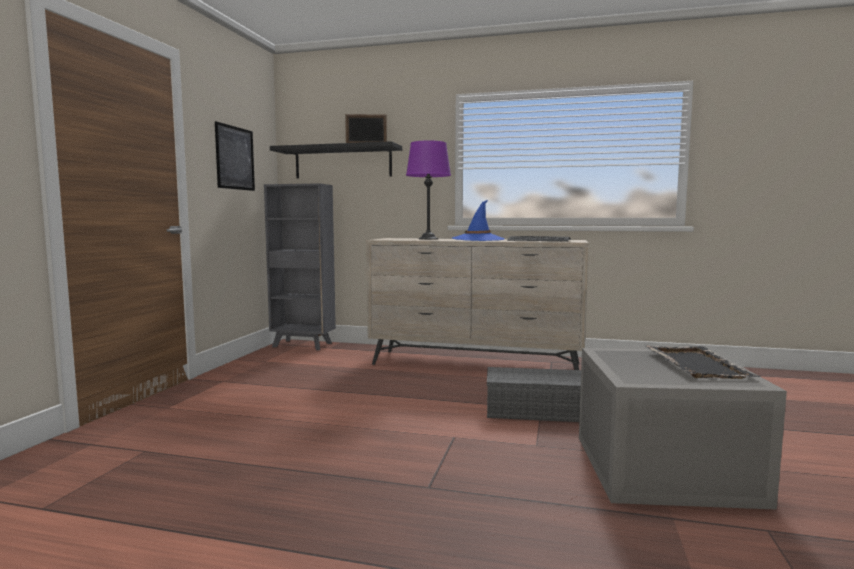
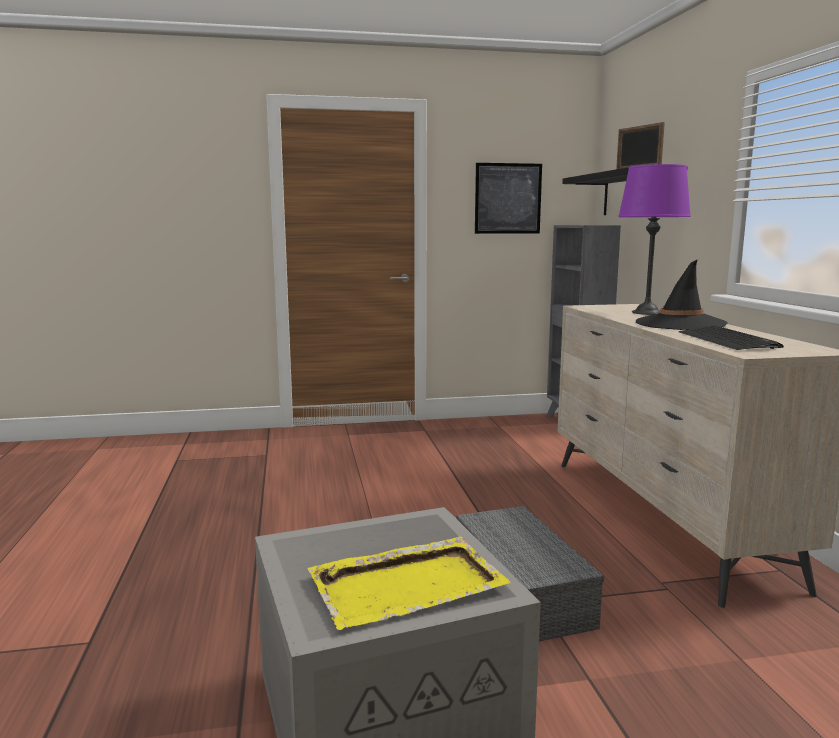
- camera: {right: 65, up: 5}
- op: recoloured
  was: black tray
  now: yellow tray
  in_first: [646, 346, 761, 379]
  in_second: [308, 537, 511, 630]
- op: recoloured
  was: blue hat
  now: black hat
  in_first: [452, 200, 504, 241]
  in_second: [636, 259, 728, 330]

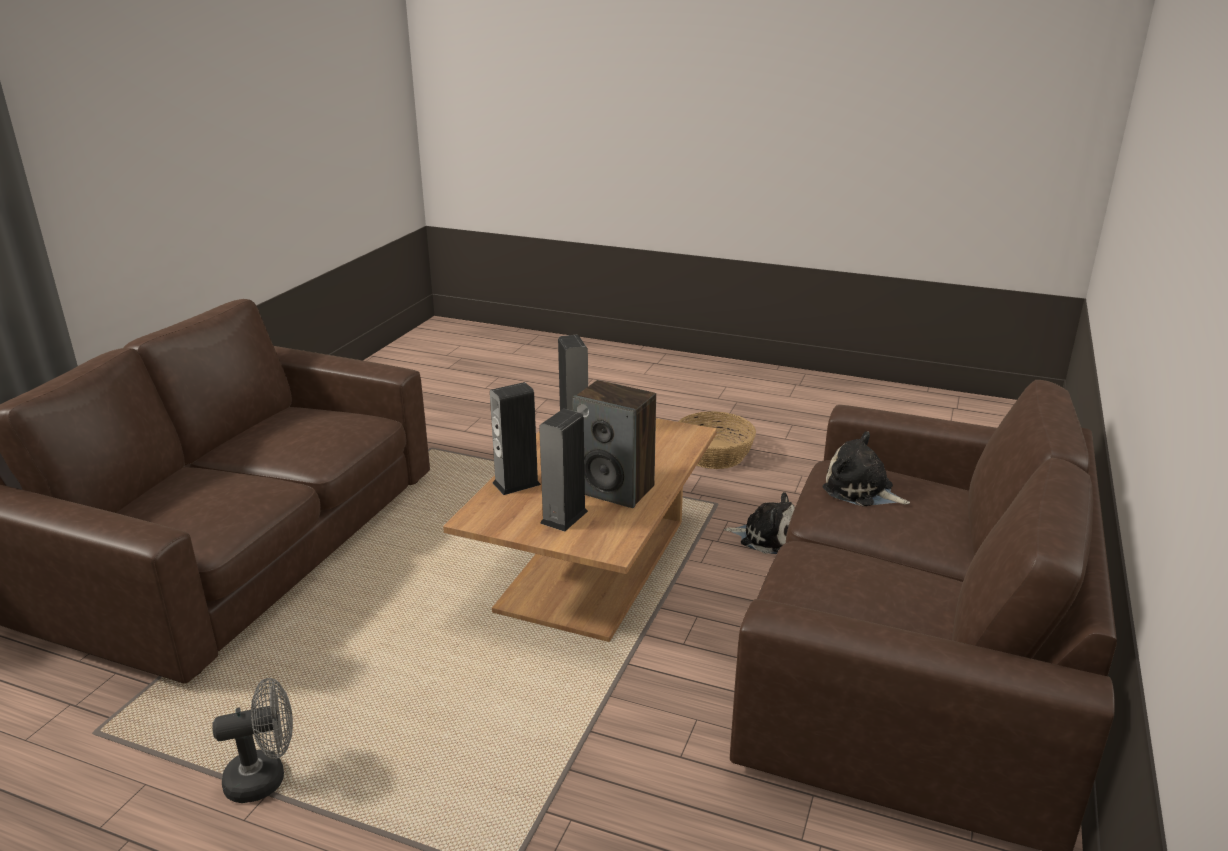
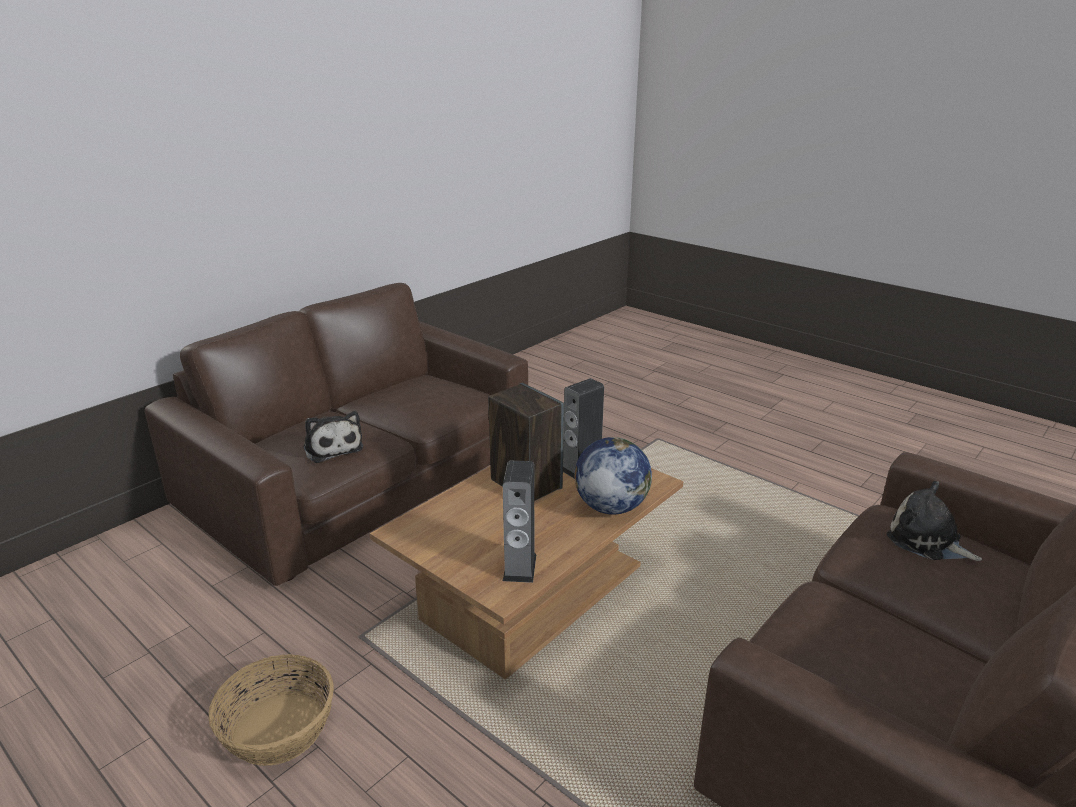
- camera: {right: -160, up: 0}
- op: replaced
  was: speaker
  now: globe
  in_first: [490, 382, 541, 495]
  in_second: [574, 437, 652, 515]
- op: moved
  was: plush toy
  in_first: [724, 492, 795, 554]
  in_second: [887, 481, 982, 561]
- op: removed
  was: grey fan
  in_first: [212, 678, 293, 803]

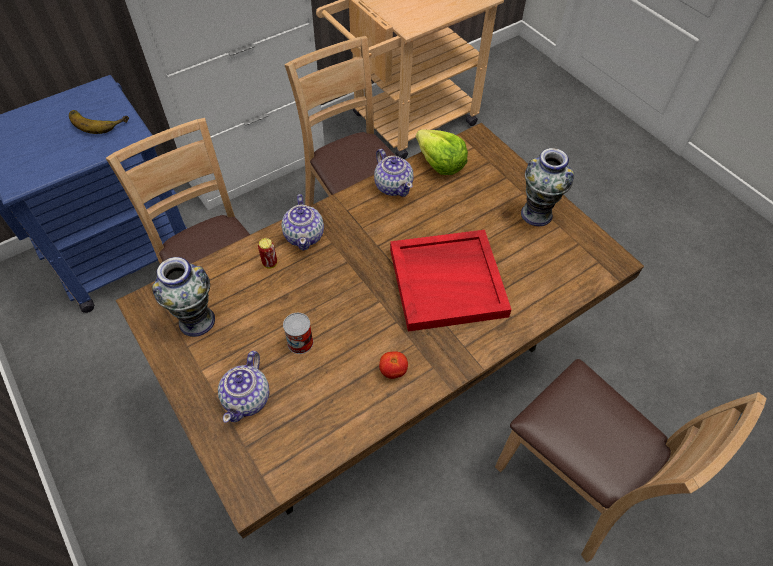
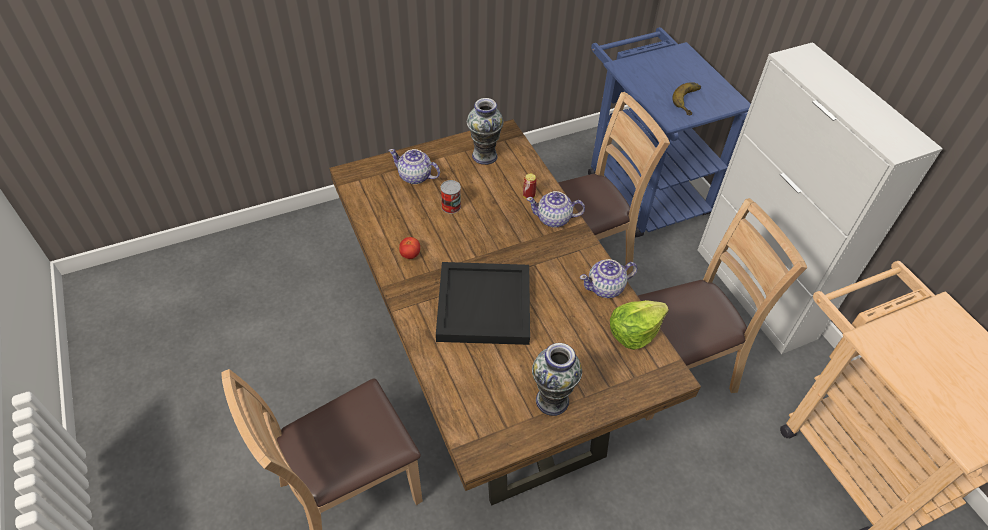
- camera: {right: 100, up: -5}
- op: recoloured
  was: red tray
  now: black tray
  in_first: [390, 230, 512, 332]
  in_second: [436, 262, 530, 345]

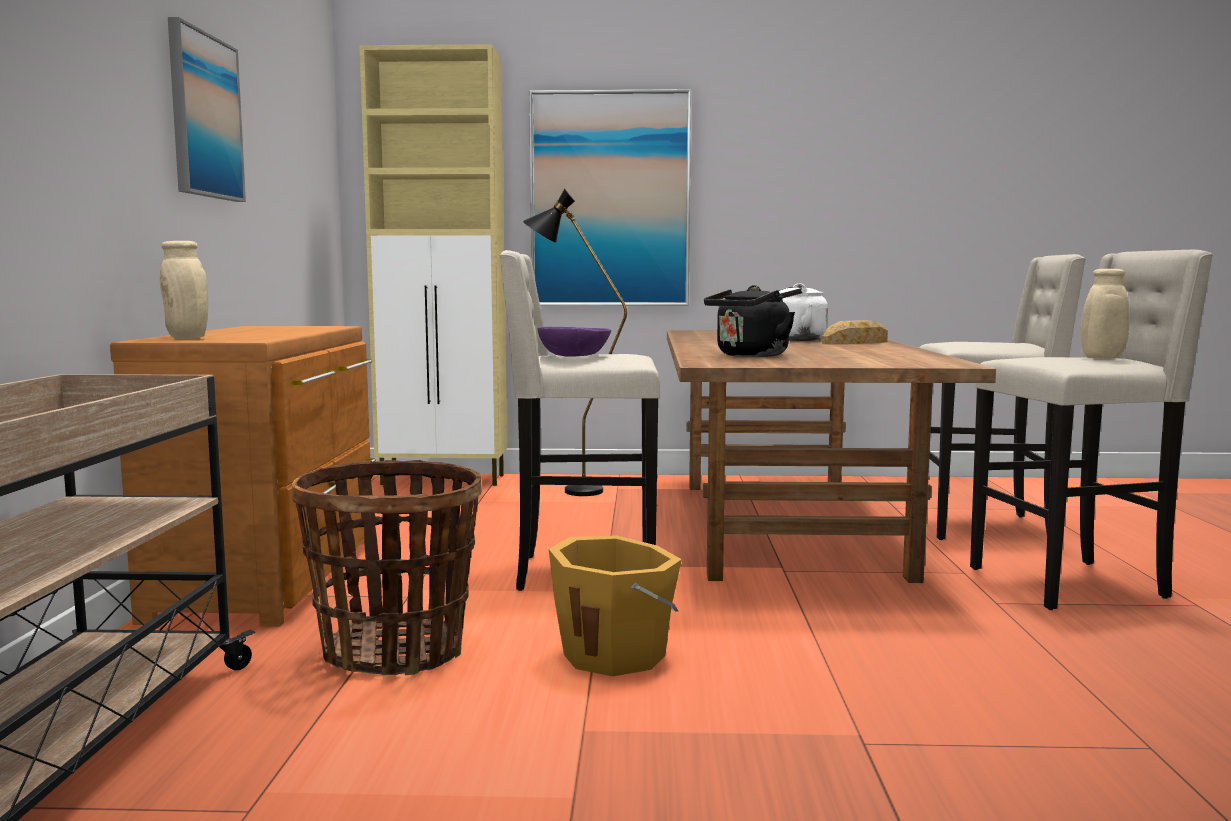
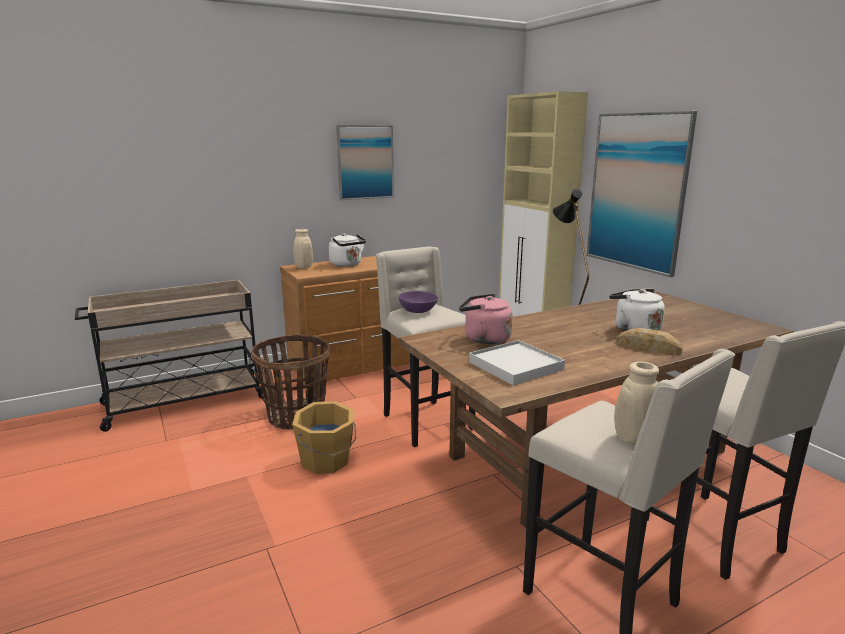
- camera: {right: 60, up: 10}
- op: added
  now: white kettle
  in_second: [329, 233, 366, 267]
- op: recoloured
  was: black kettle
  now: pink kettle
  in_first: [704, 285, 795, 357]
  in_second: [459, 294, 512, 344]
- op: added
  now: white tray
  in_second: [469, 340, 565, 385]

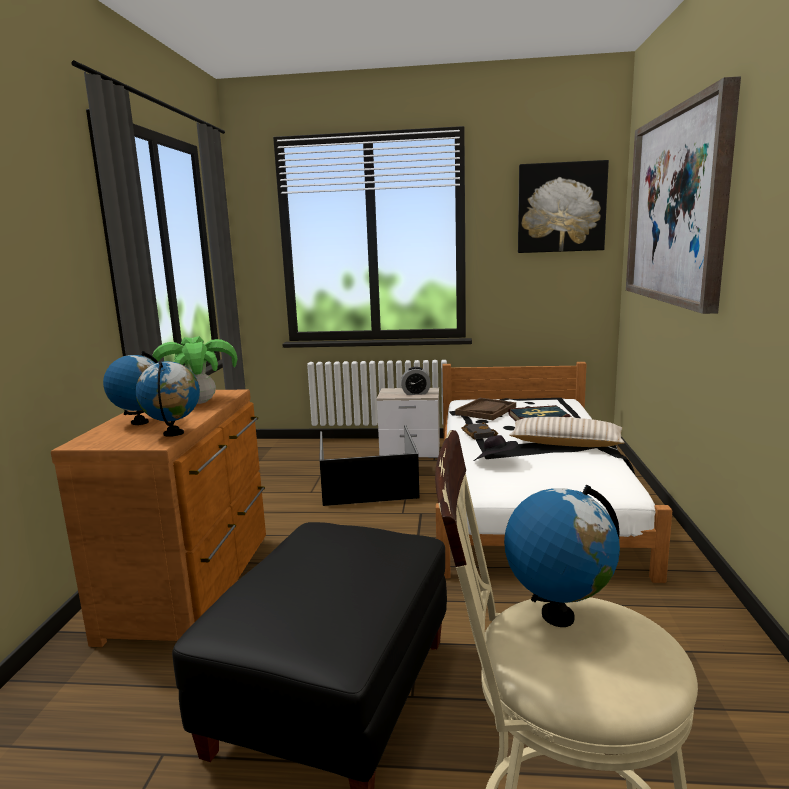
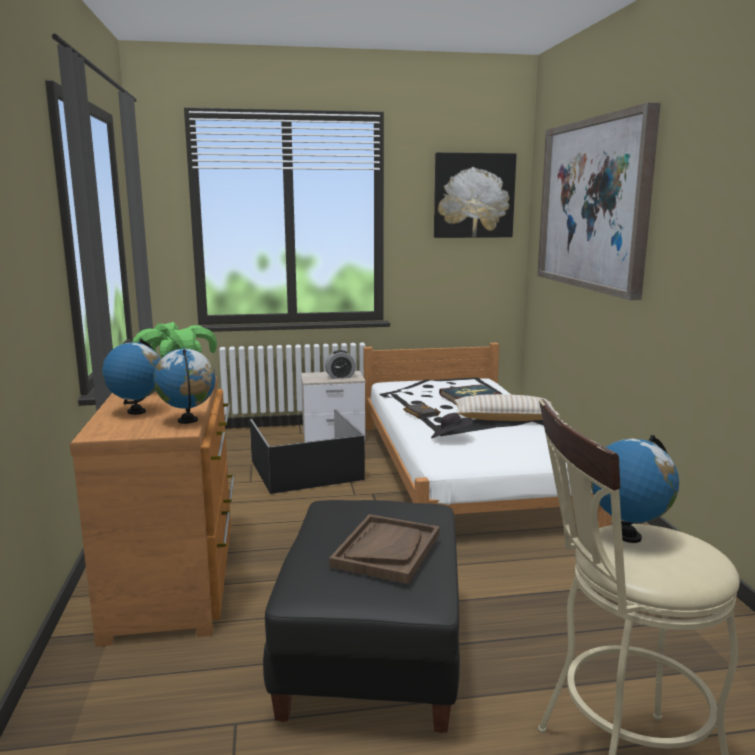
- camera: {right: -15, up: 0}
- op: moved
  was: brown tray
  in_first: [455, 398, 516, 420]
  in_second: [329, 514, 440, 584]

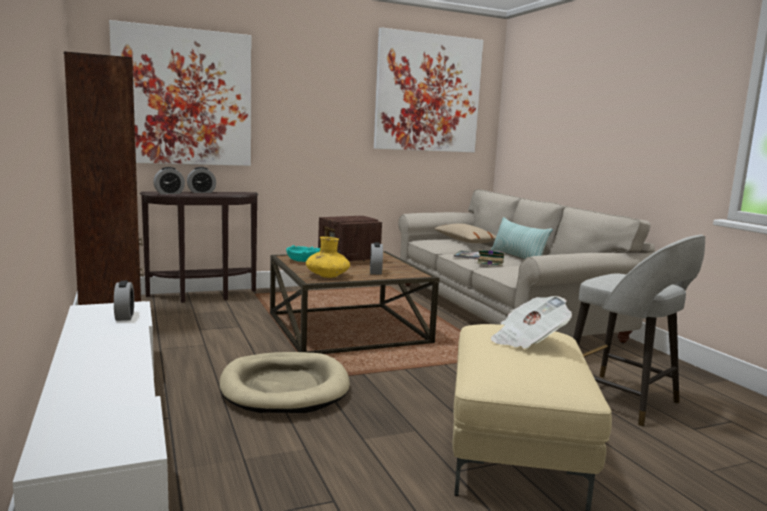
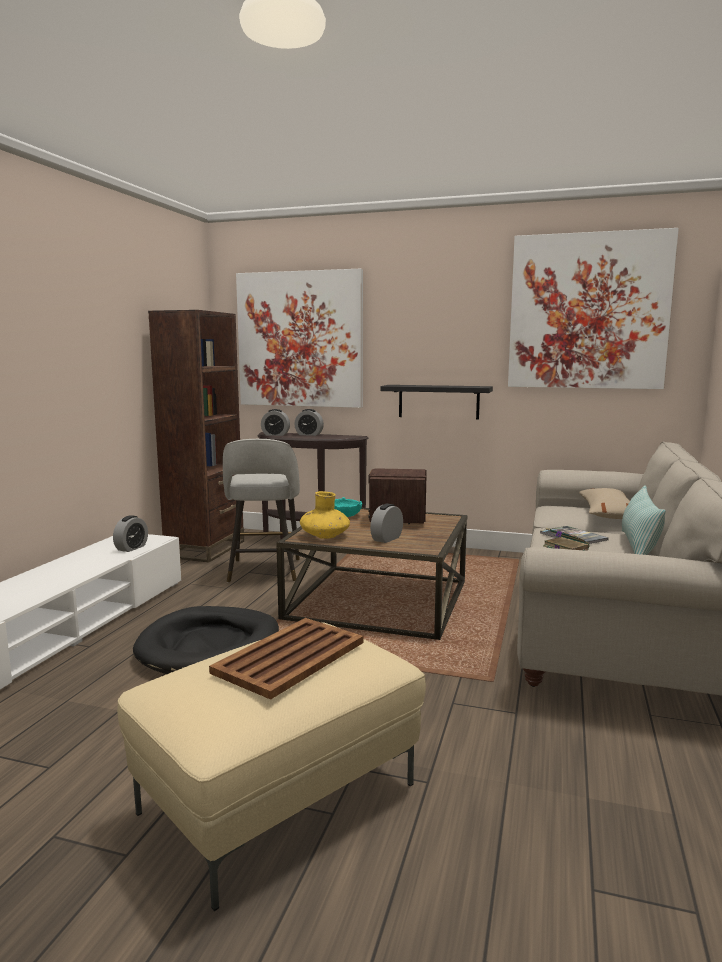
- camera: {right: 40, up: 0}
- op: recoloured
  was: beige dog bed
  now: black dog bed
  in_first: [219, 352, 350, 413]
  in_second: [133, 606, 279, 674]
- op: replaced
  was: newspaper
  now: brown tray
  in_first: [491, 296, 572, 349]
  in_second: [209, 618, 363, 700]
- op: moved
  was: grey stool
  in_first: [573, 235, 705, 427]
  in_second: [223, 439, 300, 583]
- op: added
  now: black shelf
  in_second: [380, 385, 493, 420]

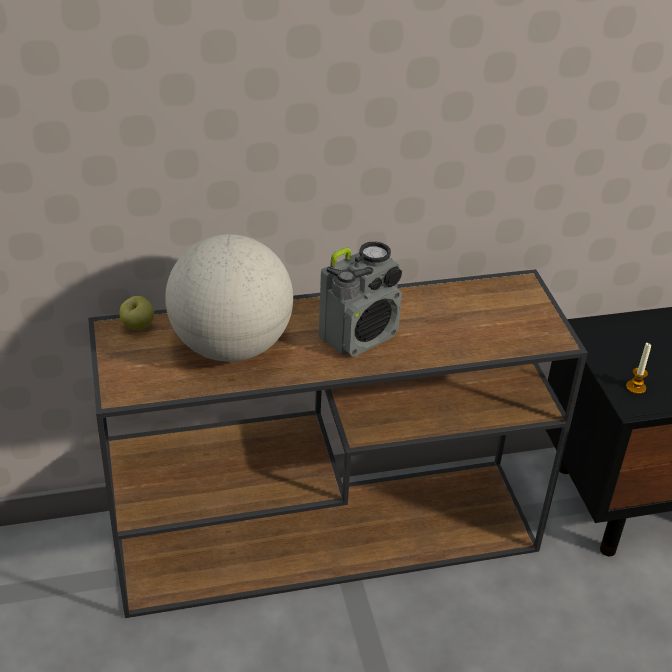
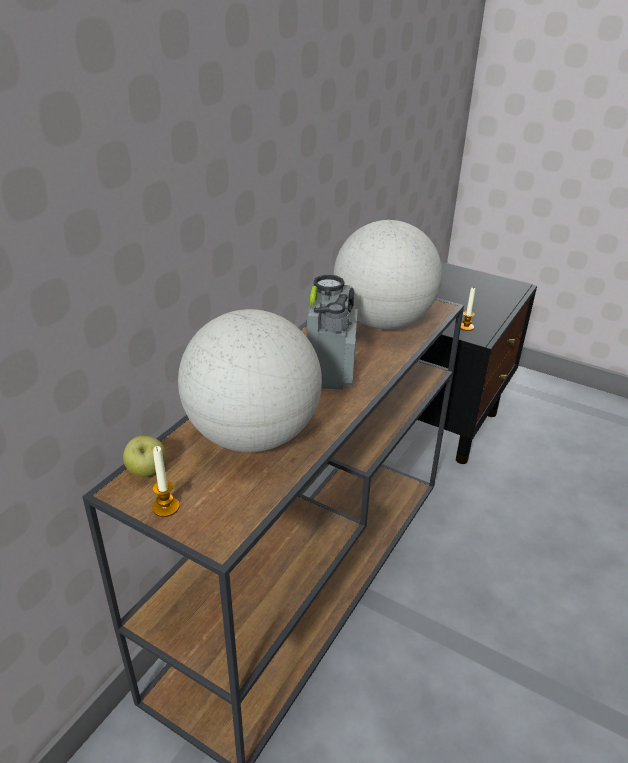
- camera: {right: -45, up: -5}
- op: added
  now: candle
  in_second: [152, 446, 180, 517]
- op: added
  now: globe
  in_second: [334, 220, 442, 329]

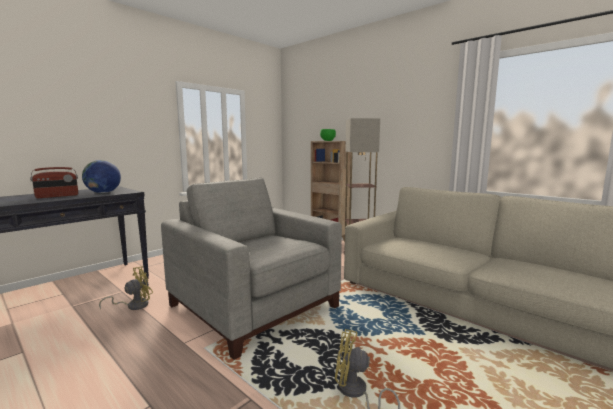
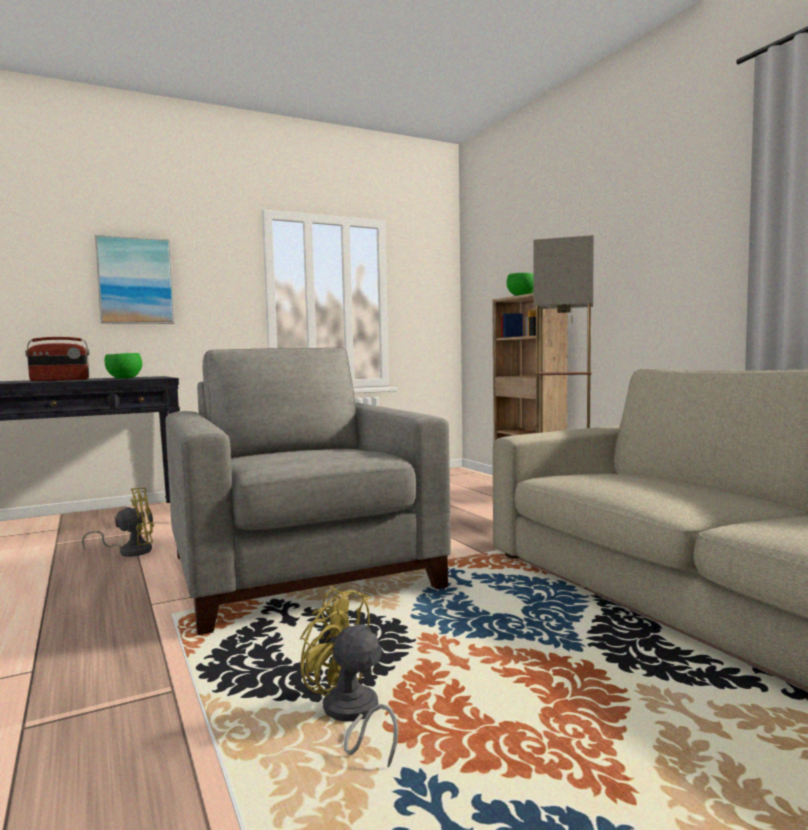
- camera: {right: 20, up: -5}
- op: added
  now: picture
  in_second: [95, 235, 175, 324]
- op: replaced
  was: globe
  now: green bowl
  in_first: [82, 160, 121, 193]
  in_second: [104, 353, 142, 379]

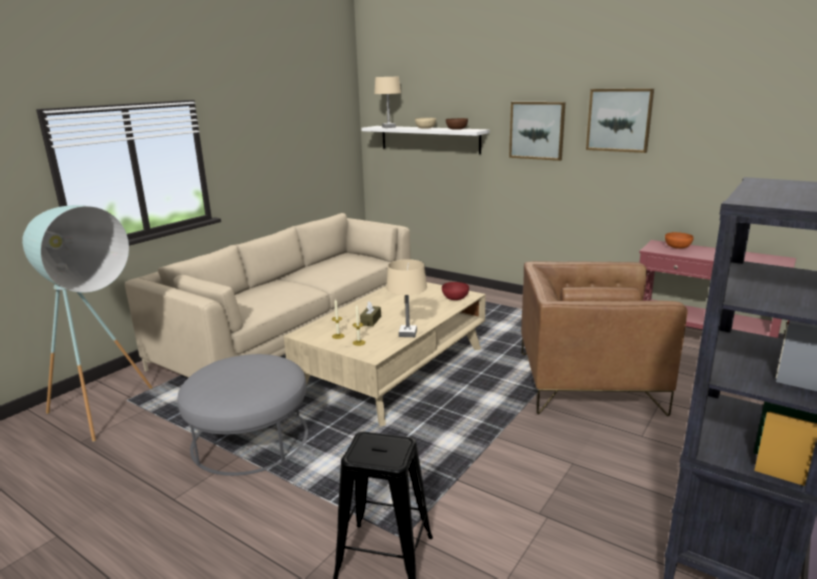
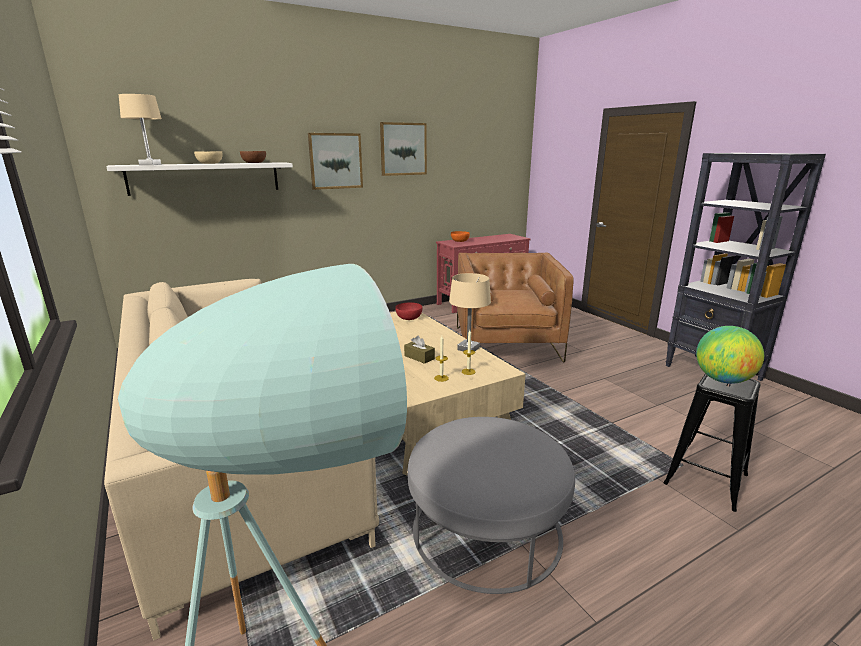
- camera: {right: -65, up: 0}
- op: turned
  was: brown armchair
  in_first: [521, 261, 688, 416]
  in_second: [457, 253, 574, 363]
  clockwise: 150
- op: added
  now: globe
  in_second: [696, 326, 764, 384]

